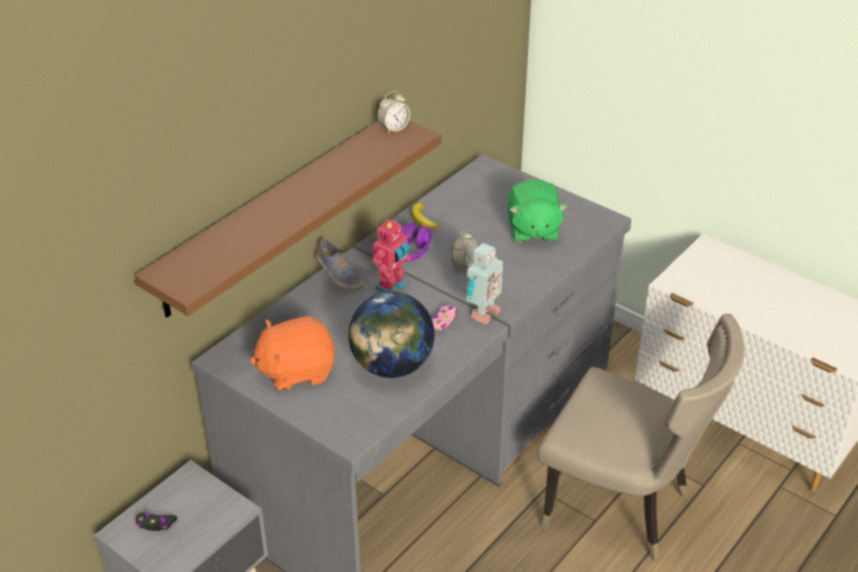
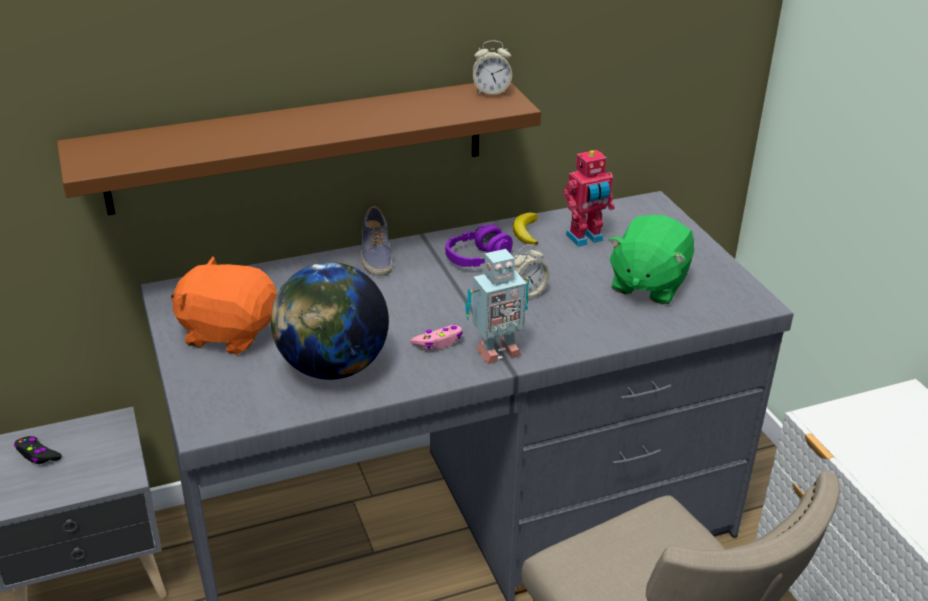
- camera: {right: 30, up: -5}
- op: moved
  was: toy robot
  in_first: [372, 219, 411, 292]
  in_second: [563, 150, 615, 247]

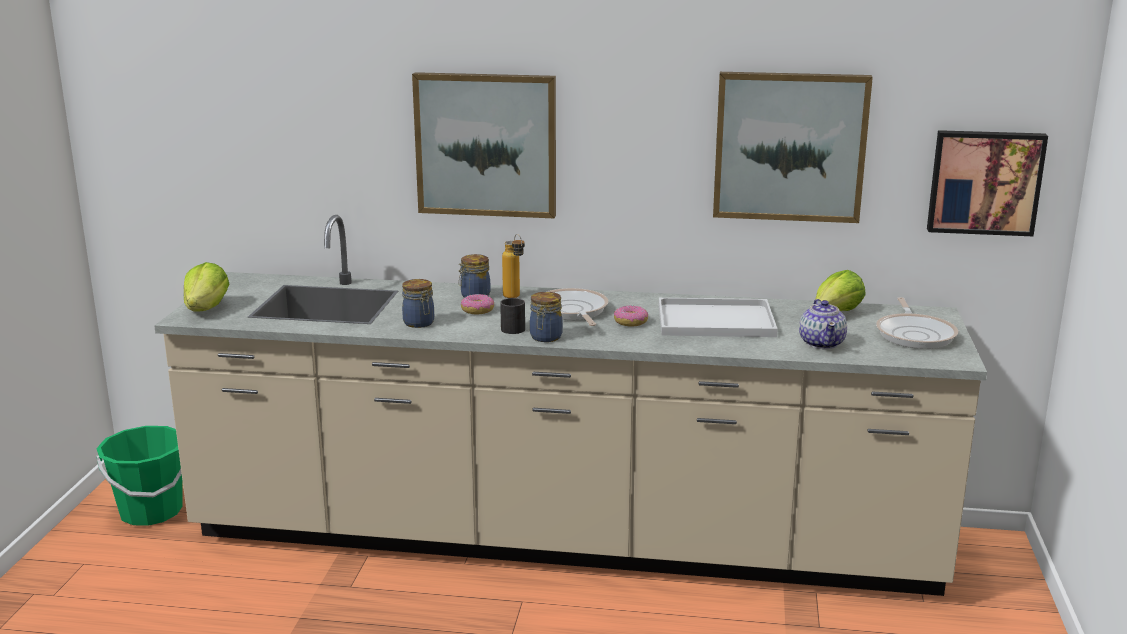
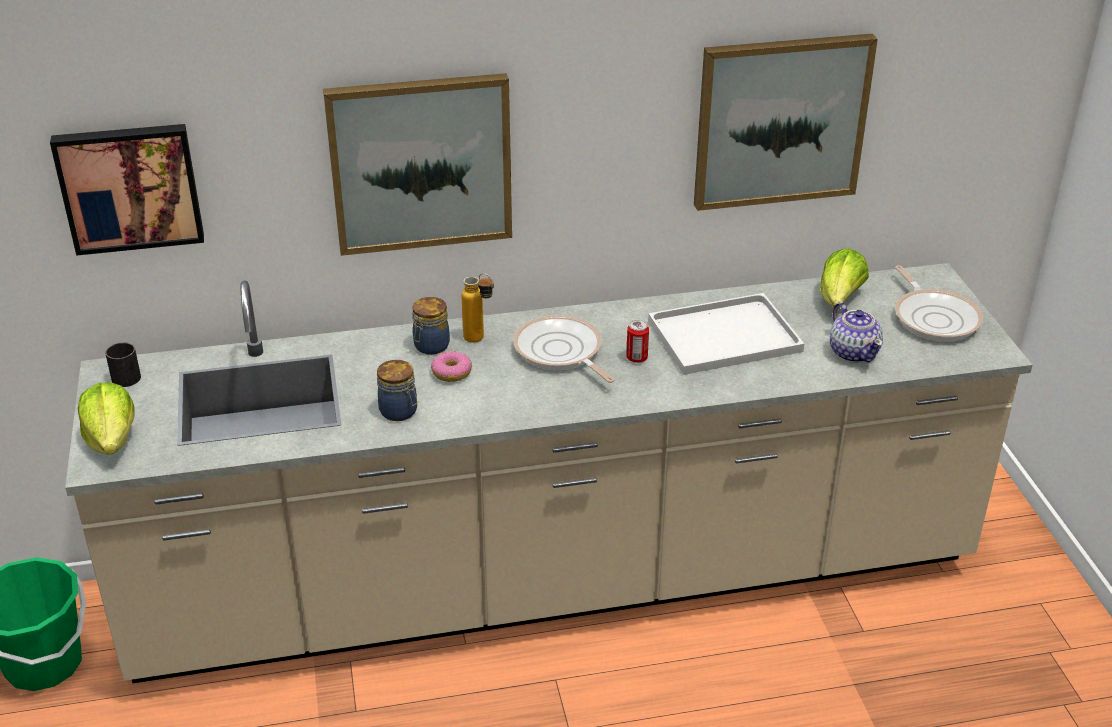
- camera: {right: -20, up: 15}
- op: moved
  was: picture
  in_first: [927, 130, 1048, 236]
  in_second: [50, 124, 204, 256]
- op: moved
  was: black mug
  in_first: [500, 298, 525, 334]
  in_second: [105, 342, 141, 387]
- op: replaced
  was: donut
  now: can
  in_first: [614, 305, 648, 326]
  in_second: [626, 320, 649, 363]
- op: removed
  was: jar
  in_first: [530, 292, 563, 342]

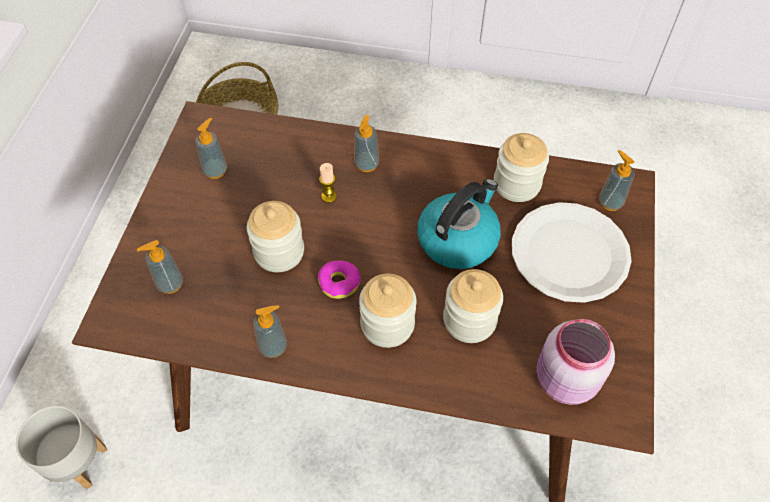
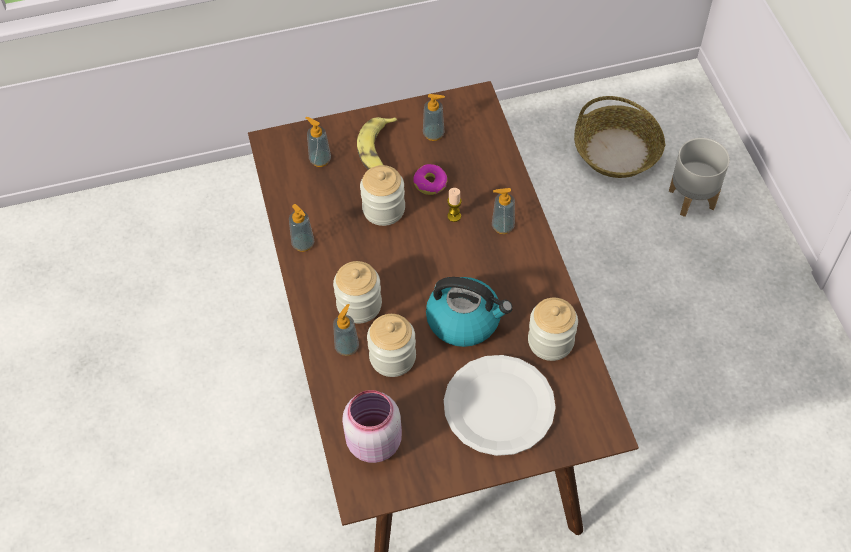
- camera: {right: 65, up: 0}
- op: moved
  was: soap dispenser
  in_first: [599, 150, 635, 211]
  in_second: [333, 304, 359, 356]
- op: added
  now: banana
  in_second: [357, 117, 398, 170]
- op: moved
  was: donut
  in_first: [318, 260, 361, 299]
  in_second: [413, 164, 447, 195]
- op: moved
  was: grey planter
  in_first: [16, 406, 107, 489]
  in_second: [669, 138, 730, 217]

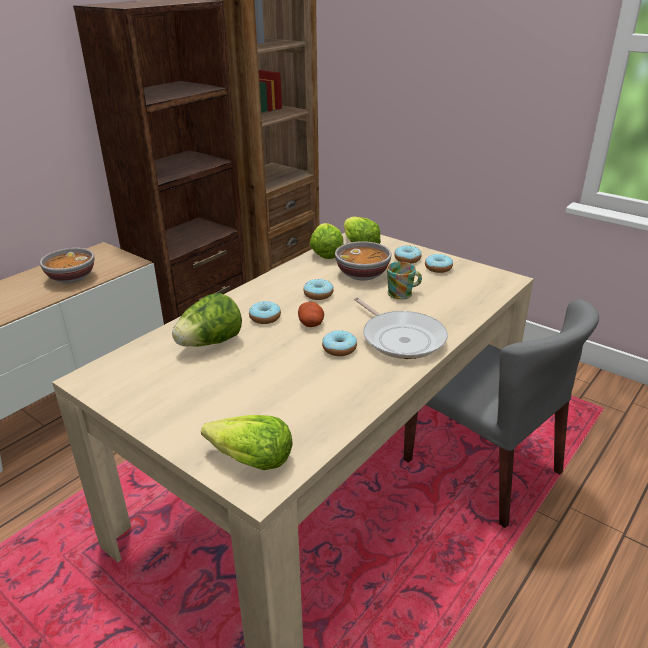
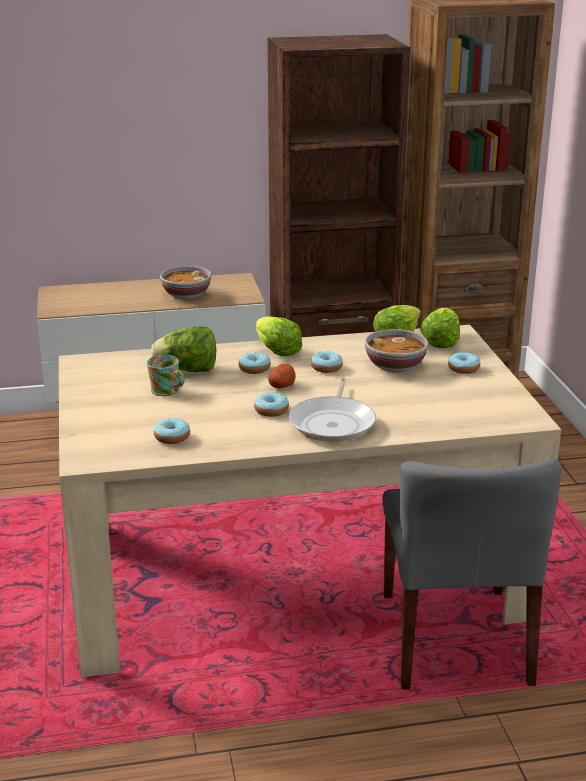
- camera: {right: 40, up: -5}
- op: moved
  was: mug
  in_first: [387, 262, 422, 299]
  in_second: [147, 355, 185, 396]
- op: moved
  was: donut
  in_first: [425, 254, 453, 273]
  in_second: [153, 418, 190, 444]
- op: moved
  was: lettuce
  in_first: [201, 415, 293, 470]
  in_second: [256, 316, 303, 356]

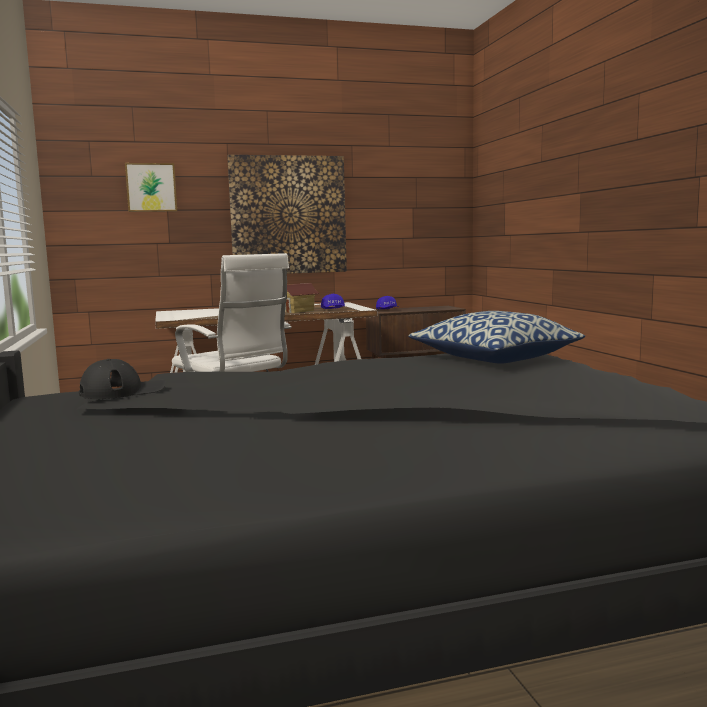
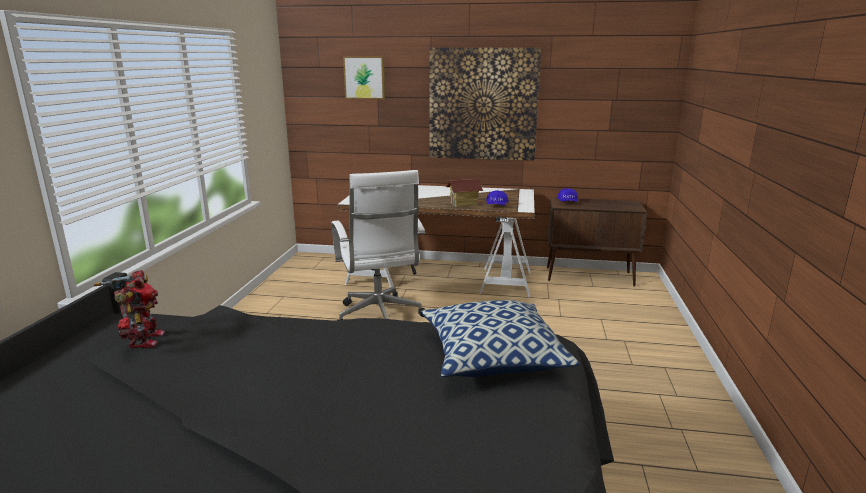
- camera: {right: 25, up: 10}
- op: replaced
  was: black cap
  now: toy robot
  in_first: [79, 359, 167, 399]
  in_second: [94, 270, 165, 348]

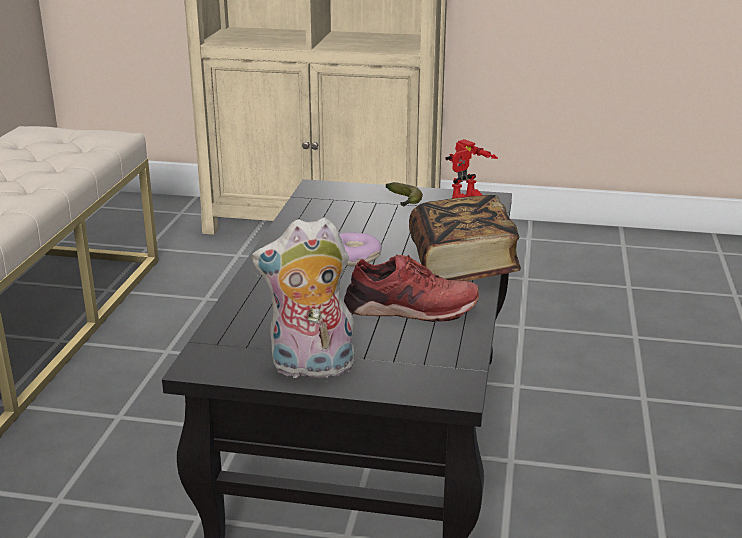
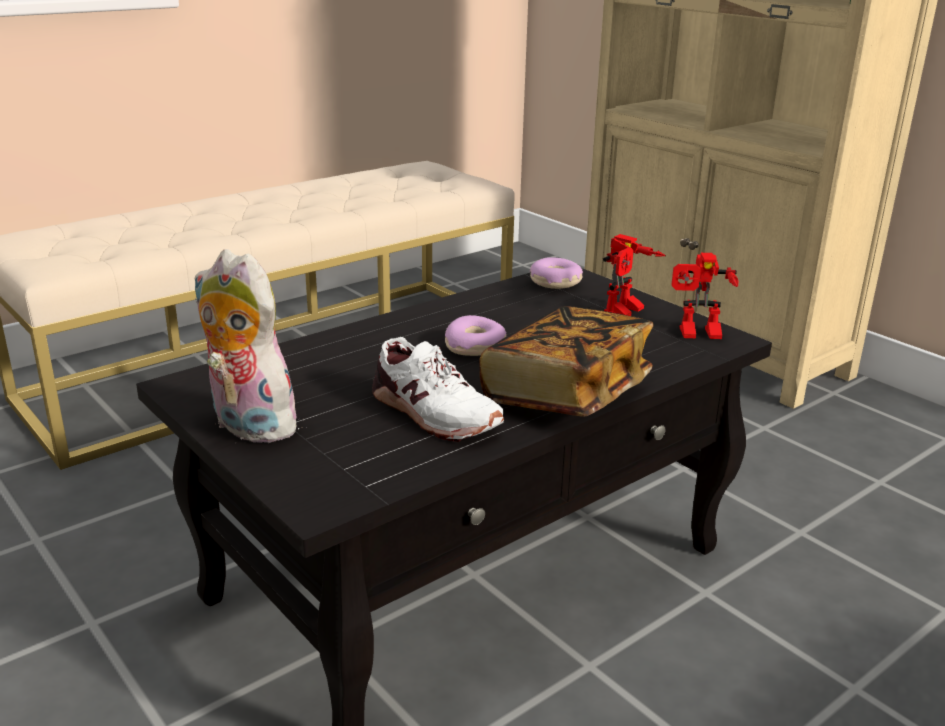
- camera: {right: 40, up: 0}
- op: recoloured
  was: red shoe
  now: white shoe
  in_first: [344, 254, 479, 322]
  in_second: [372, 337, 504, 442]
- op: added
  now: donut
  in_second: [530, 257, 583, 289]
- op: replaced
  was: banana
  now: toy robot
  in_first: [386, 182, 423, 207]
  in_second: [603, 234, 666, 316]

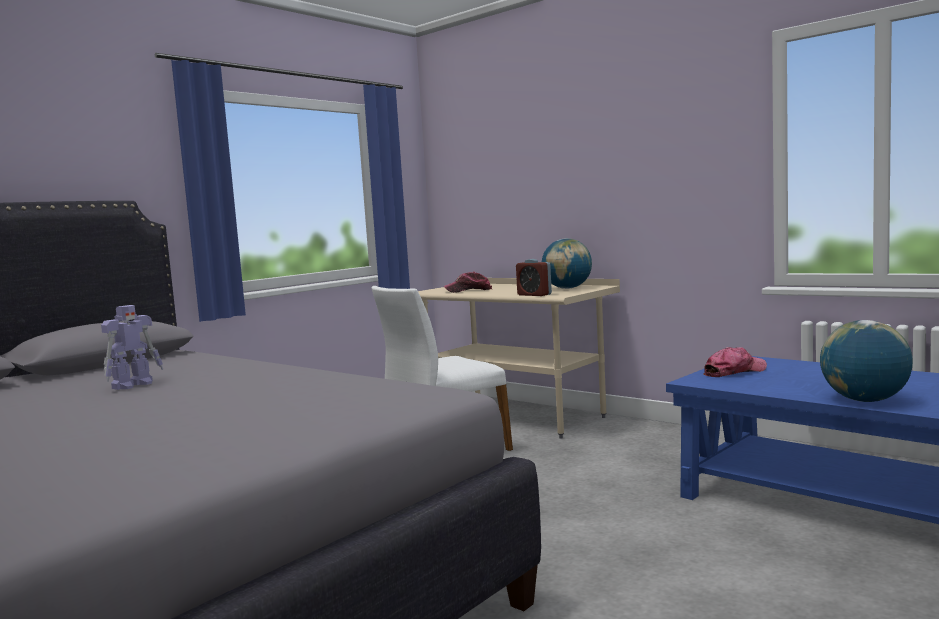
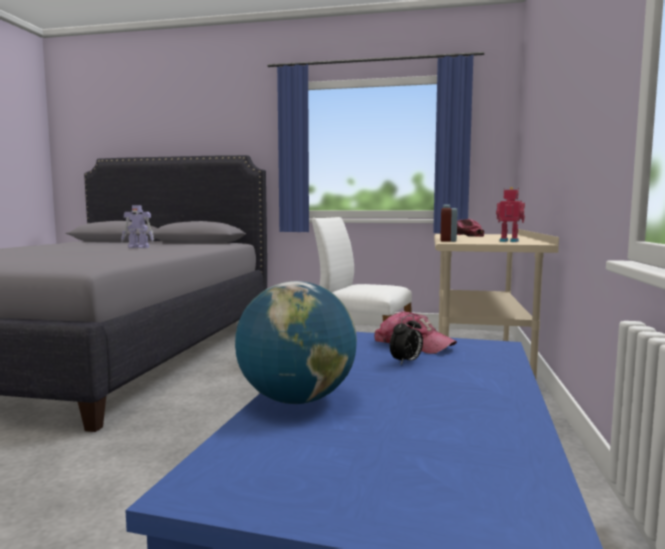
- camera: {right: 60, up: 0}
- op: added
  now: alarm clock
  in_second: [390, 315, 423, 364]
- op: replaced
  was: globe
  now: toy robot
  in_first: [542, 238, 592, 289]
  in_second: [496, 187, 525, 242]

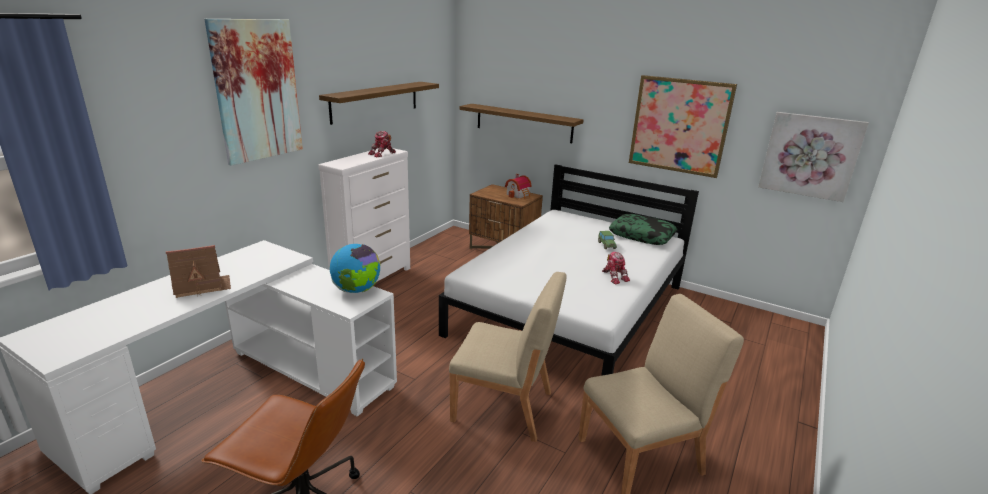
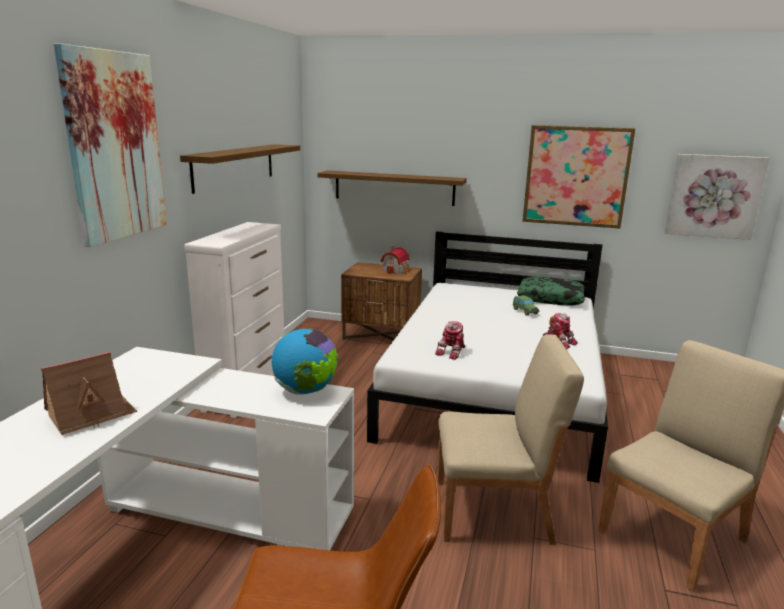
- camera: {right: -15, up: -5}
- op: moved
  was: toy robot
  in_first: [368, 131, 396, 157]
  in_second: [435, 321, 466, 360]

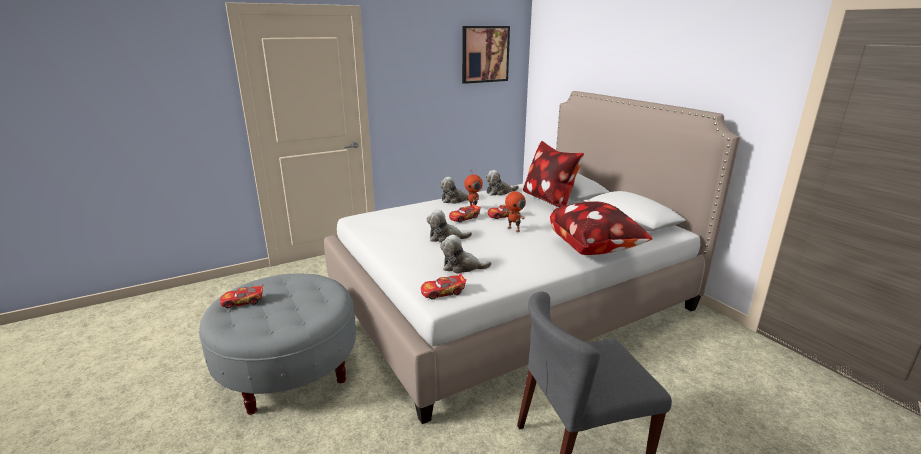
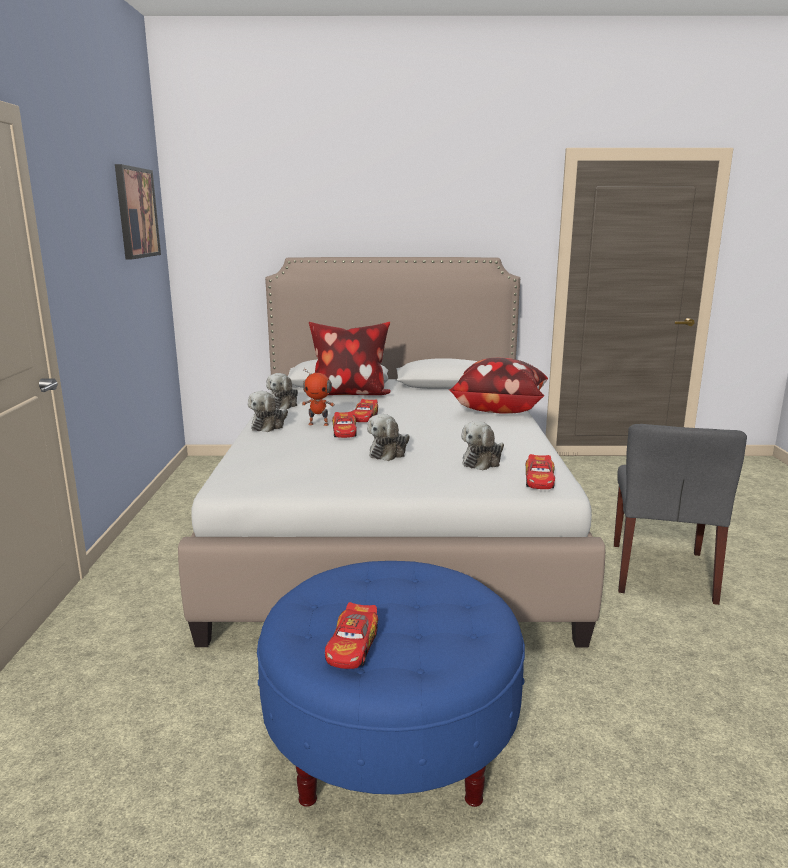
- camera: {right: -60, up: -5}
- op: recoloured
  was: grey ottoman
  now: blue ottoman
  in_first: [199, 274, 356, 415]
  in_second: [257, 561, 525, 807]
- op: removed
  was: toy robot
  in_first: [505, 187, 526, 232]

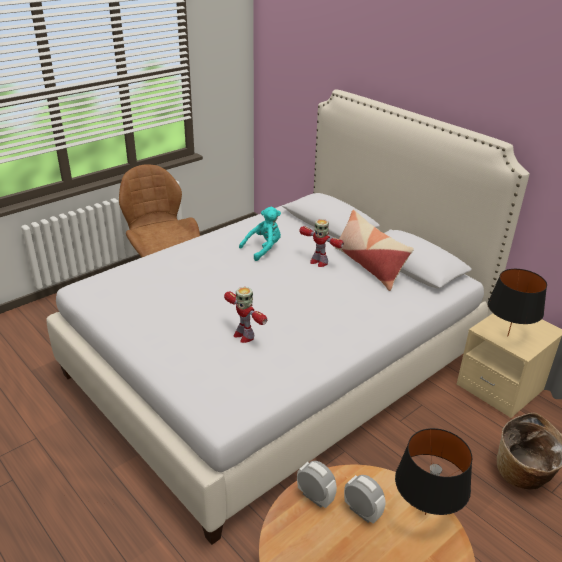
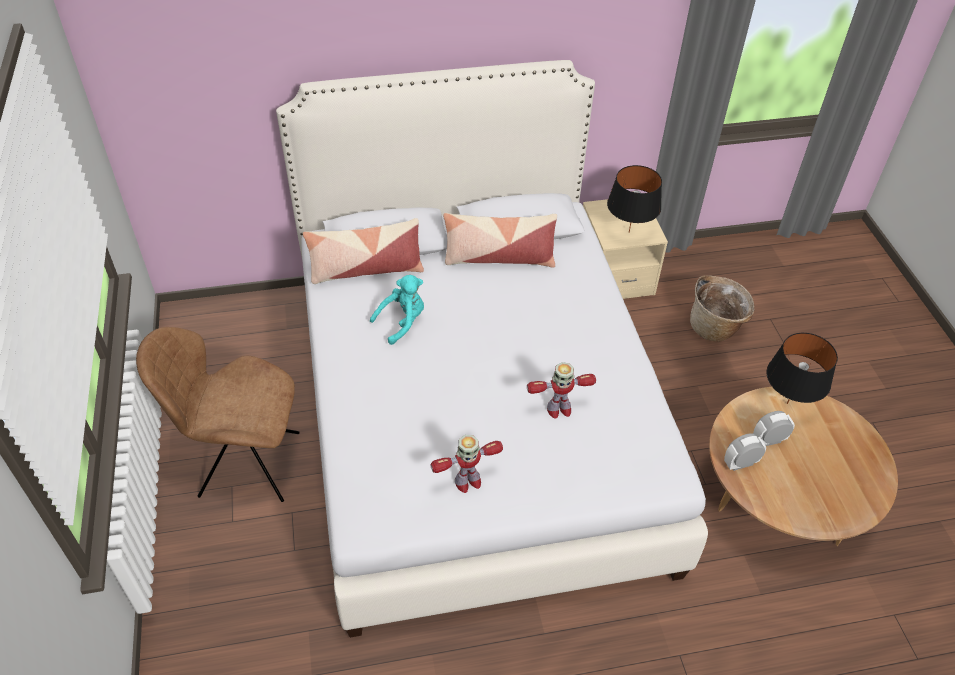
- camera: {right: -60, up: 15}
- op: added
  now: pillow
  in_second: [303, 218, 424, 284]
- op: turned
  was: turquoise plush toy
  in_first: [239, 207, 281, 261]
  in_second: [370, 275, 424, 345]
  clockwise: 60
- op: moved
  was: toy robot
  in_first: [299, 219, 344, 267]
  in_second: [430, 435, 503, 493]

